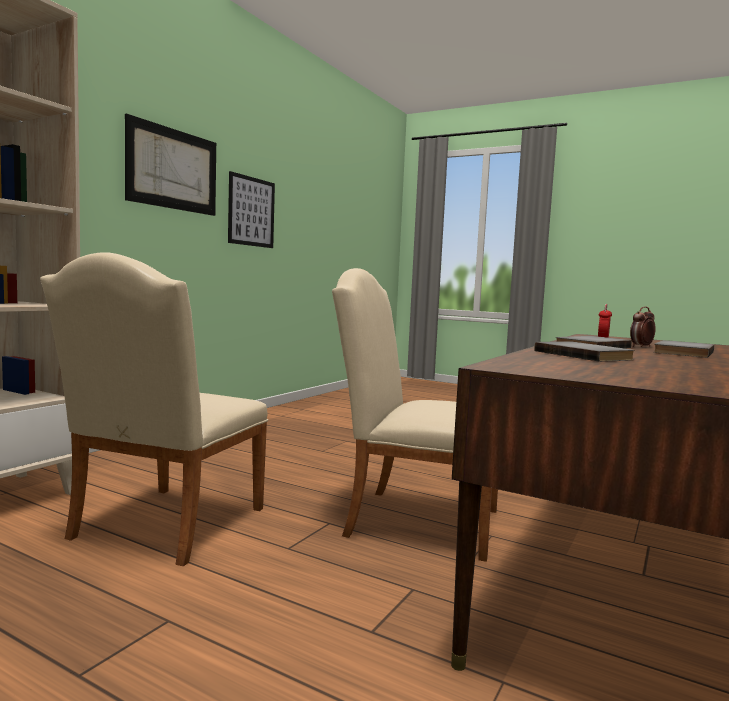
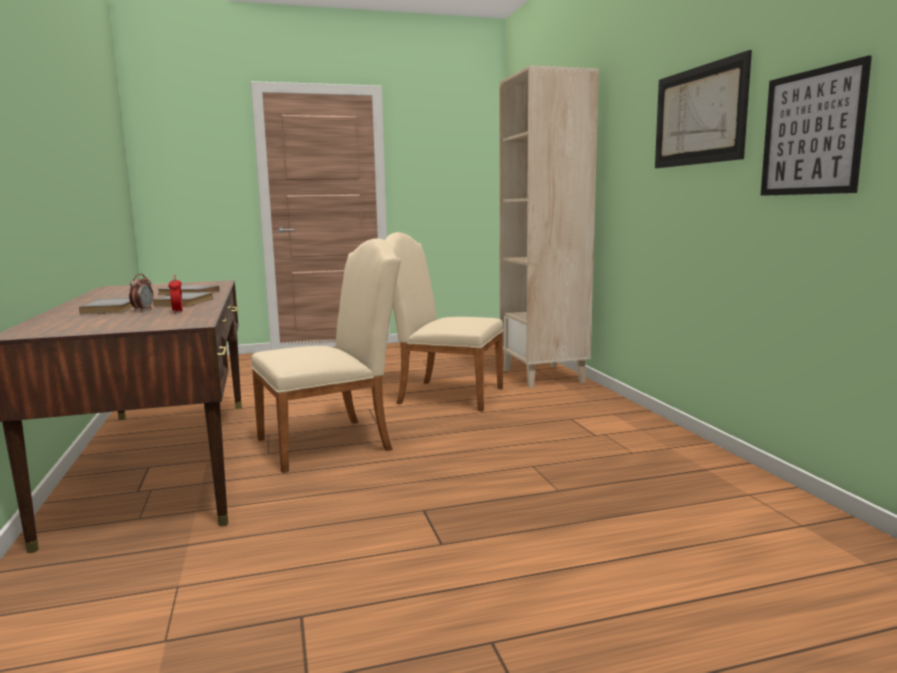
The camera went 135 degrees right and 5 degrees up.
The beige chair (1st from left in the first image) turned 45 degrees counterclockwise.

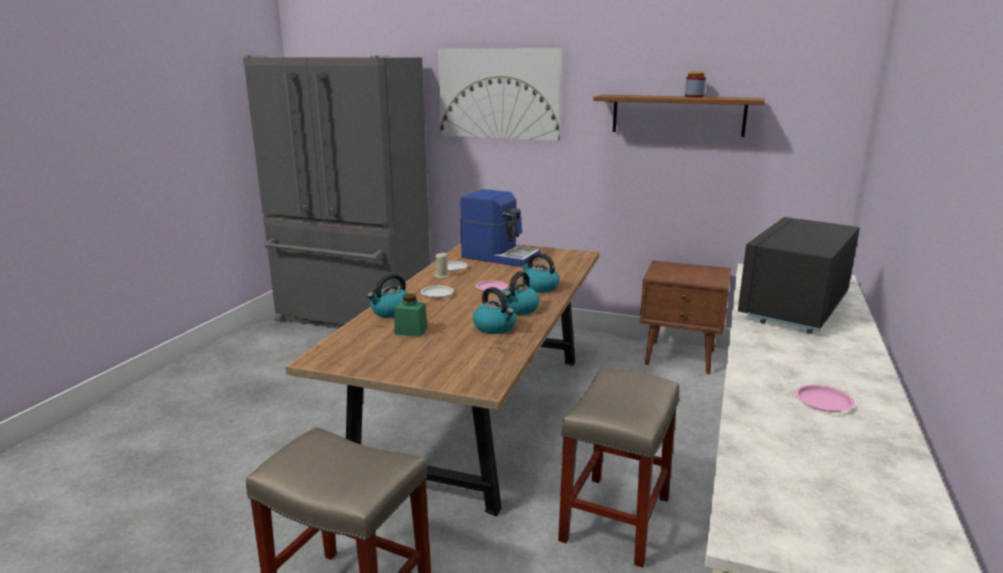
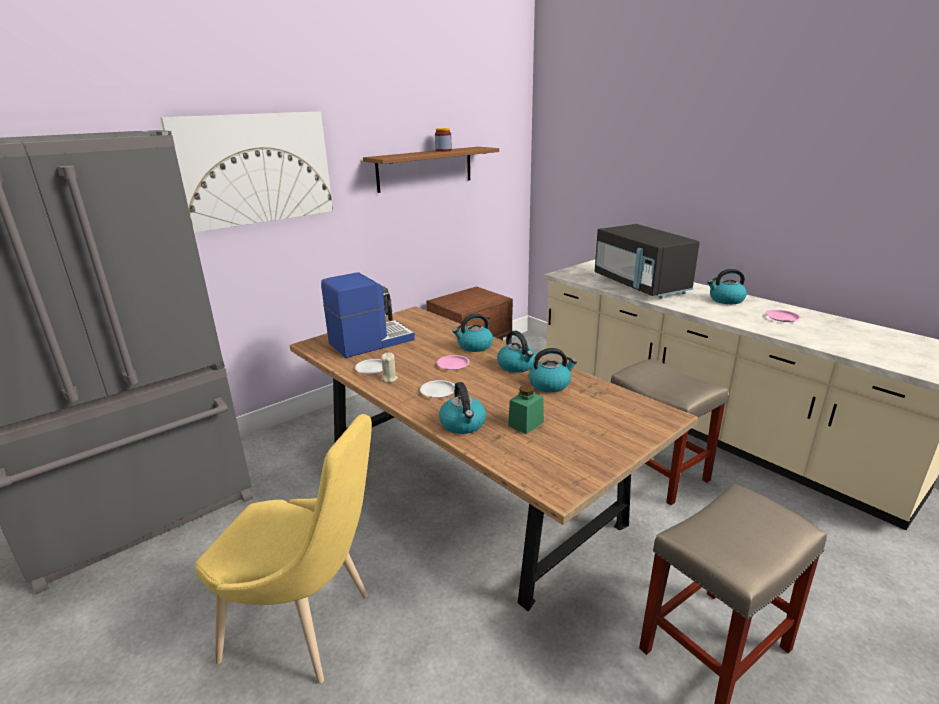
The camera went 60 degrees left and 5 degrees up.
The yellow chair appeared.
The kettle (5th from left) appeared.

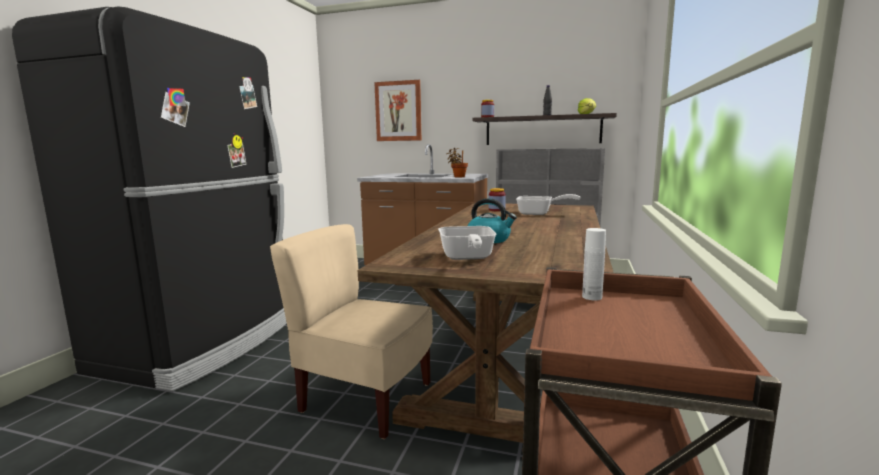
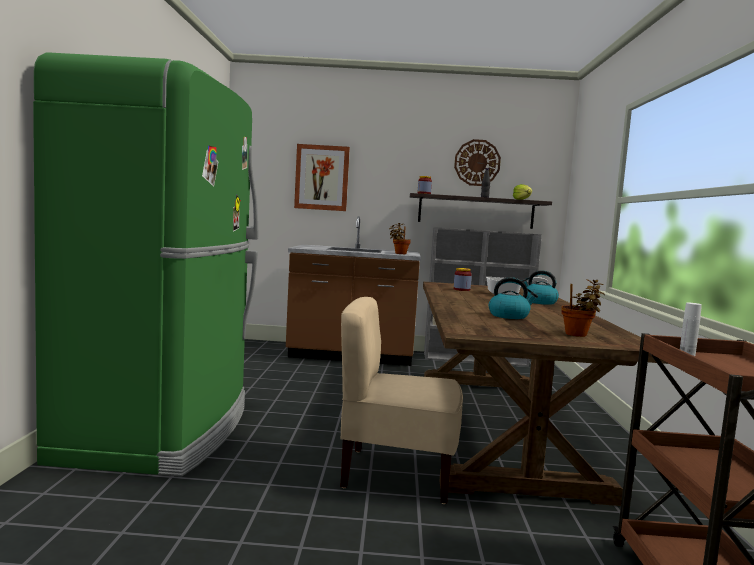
The camera went 15 degrees left and 5 degrees down.
The black fridge became the green fridge.
The frying pan (1st from left) disappeared.
The wall clock appeared.
The kettle (2nd from left) appeared.
The potted plant (2nd from left) appeared.

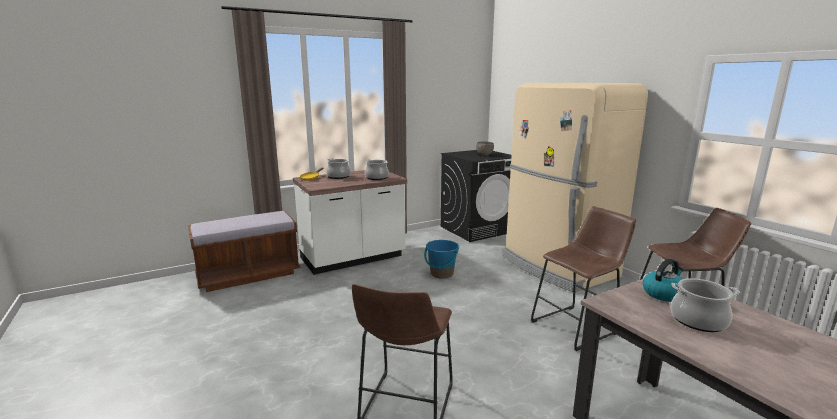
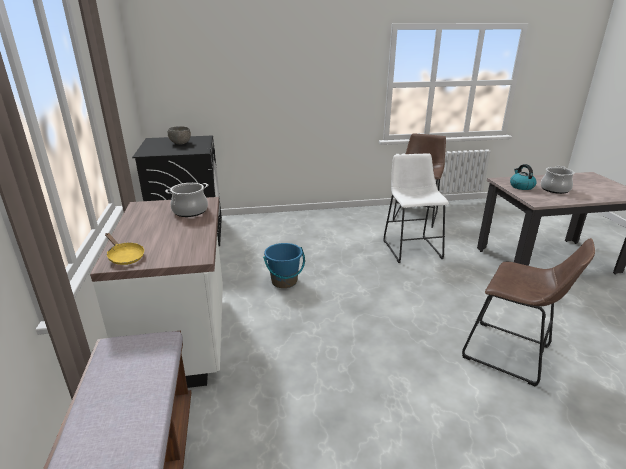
The camera went 70 degrees left and 10 degrees up.
The cooking pot (1st from left) disappeared.
The beige fridge disappeared.
The brown stool (2nd from left) became the white stool.

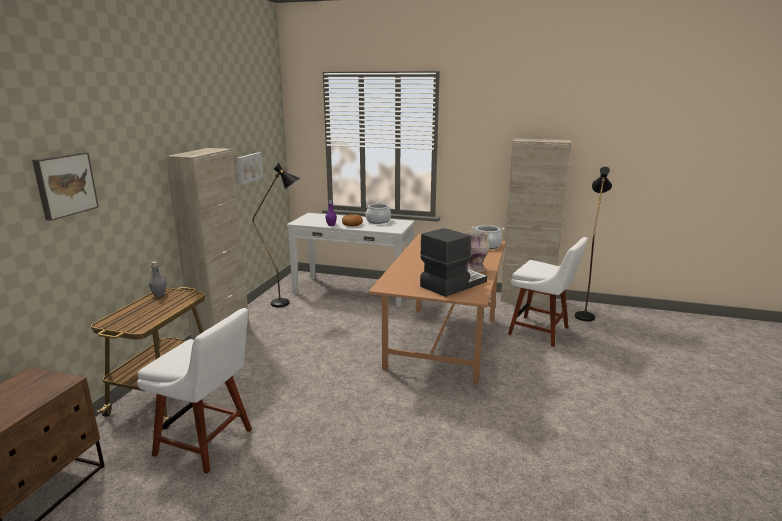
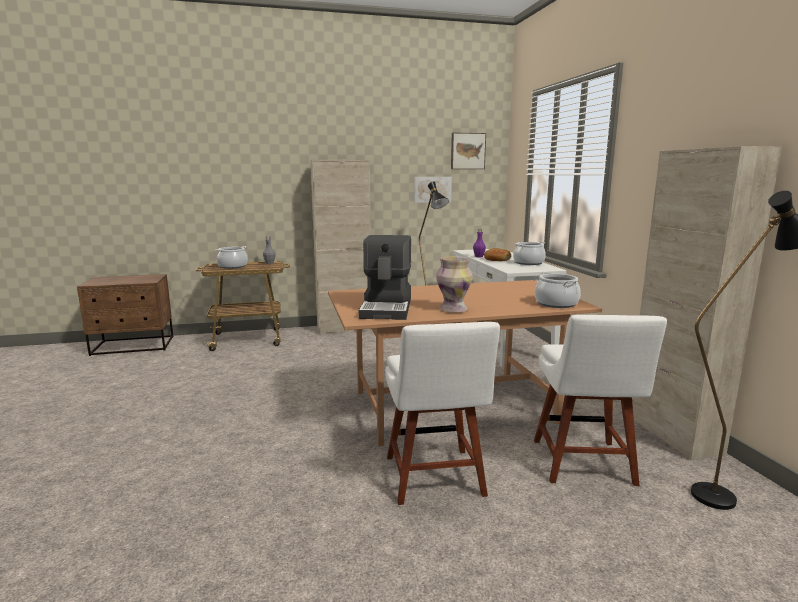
The camera went 60 degrees right and 5 degrees down.
The picture (1st from left in the first image) moved.
The white chair (1st from left) moved.
The coffee machine turned 75 degrees clockwise.
The cooking pot (1st from left) appeared.

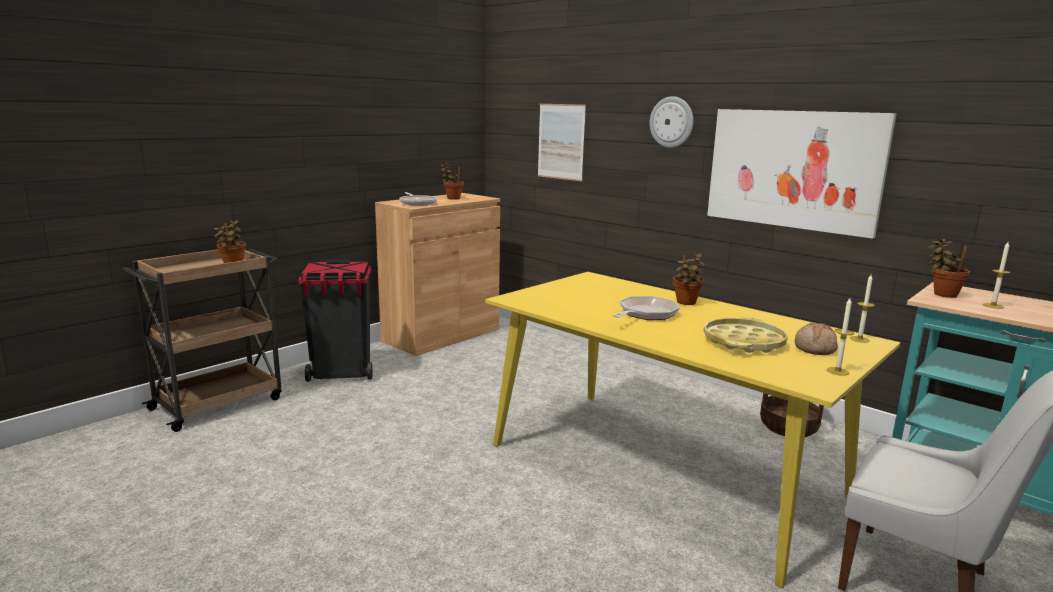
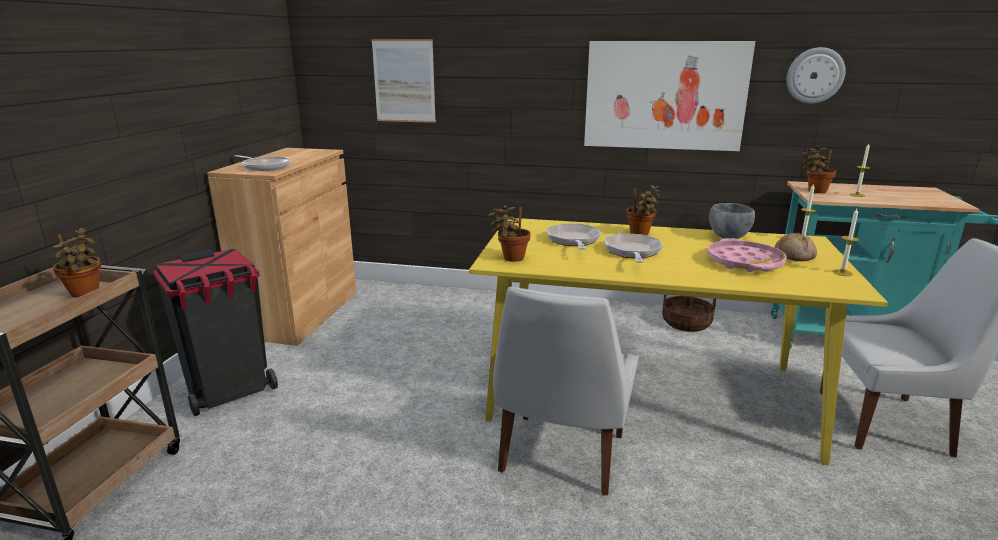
The camera went 30 degrees left and 5 degrees up.
The potted plant (2nd from left) moved.
The wall clock moved.
The yellow tray became the pink tray.
The white chair (1st from left) appeared.
The frying pan (2nd from left) appeared.
The grey bowl appeared.

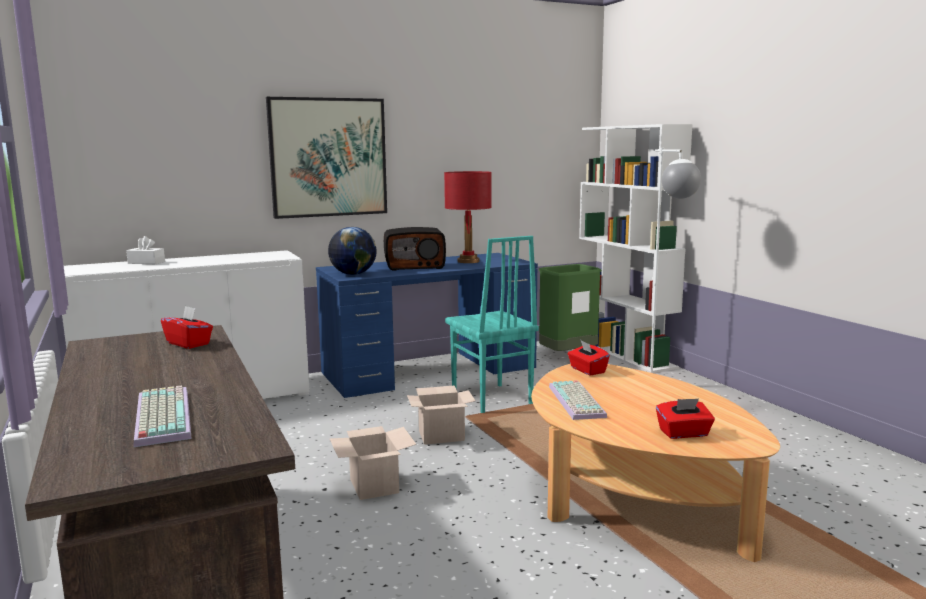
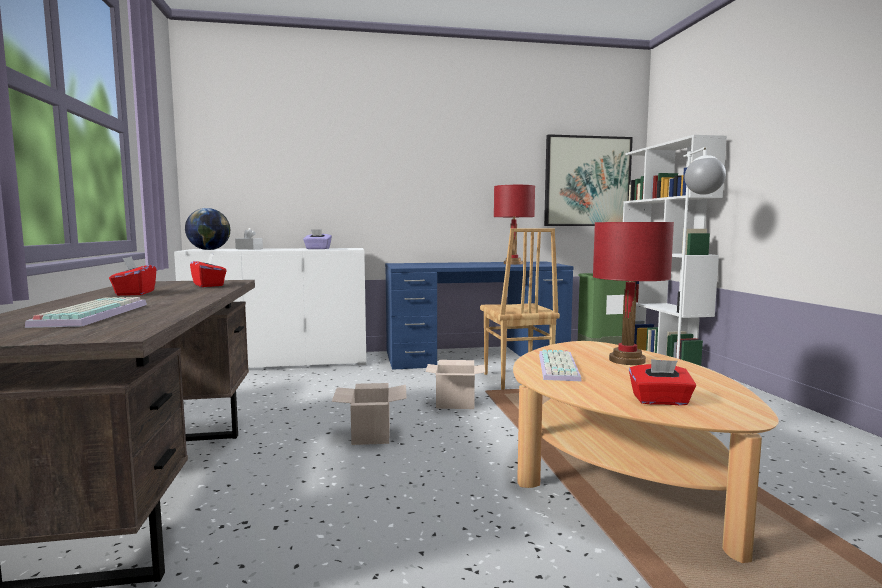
The camera went 15 degrees right and 5 degrees down.
The picture moved.
The globe moved.
The radio disappeared.
The turquoise chair became the brown chair.
The red tissue box (2nd from left in the first image) moved.
The purple tissue box appeared.
The red table lamp (2nd from left) appeared.

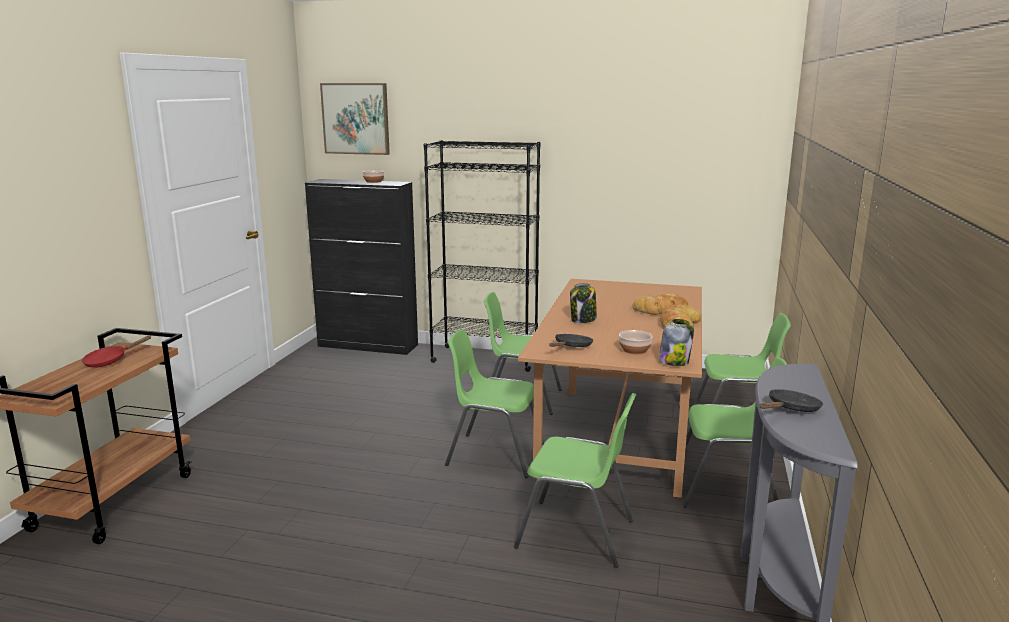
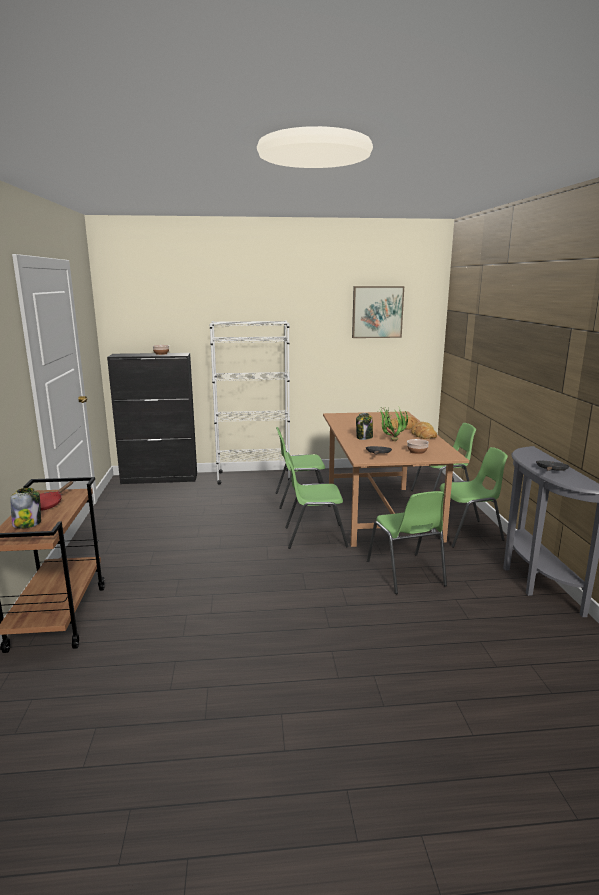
The camera went 20 degrees left and 0 degrees up.
The picture moved.
The black bookcase became the white bookcase.
The green chair (3rd from left) turned 75 degrees clockwise.
The jar (2nd from left in the first image) moved.
The potted plant appeared.

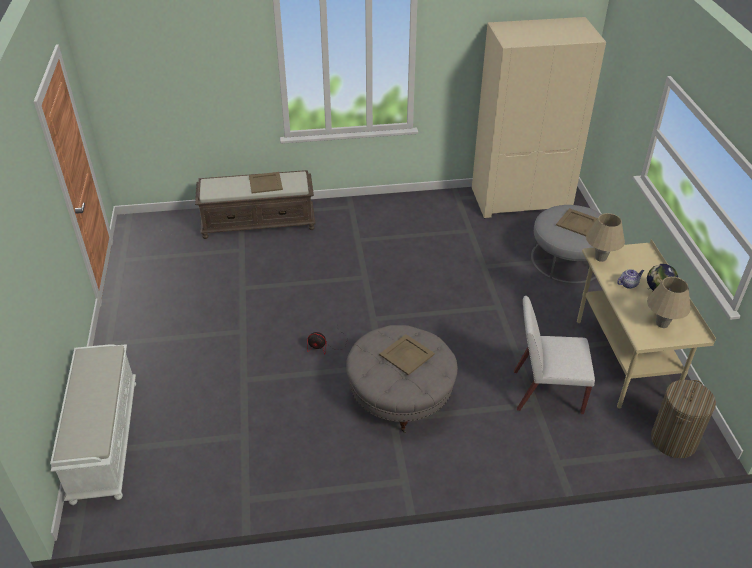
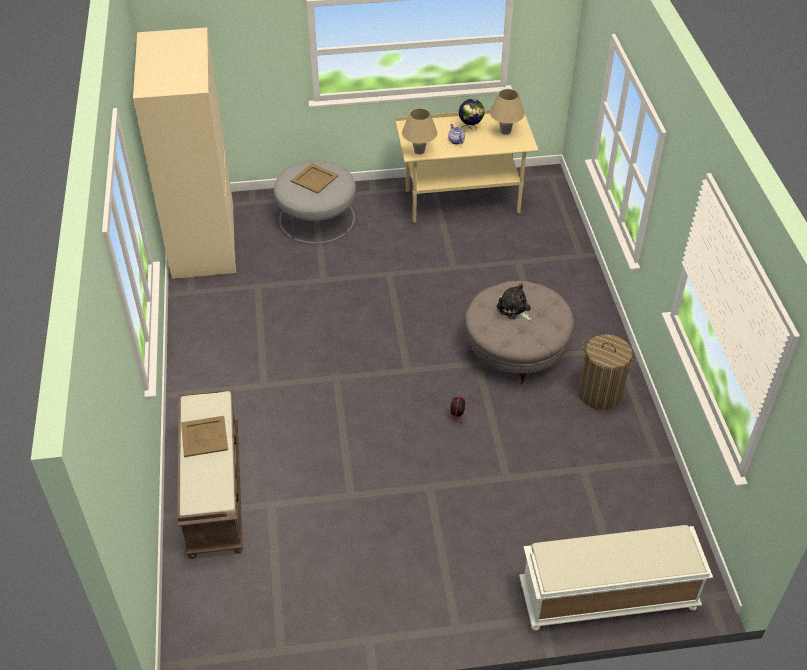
The camera went 90 degrees left and 5 degrees up.
The beige tray (2nd from left) was replaced by the plush toy.
The white chair disappeared.
The laundry basket moved.

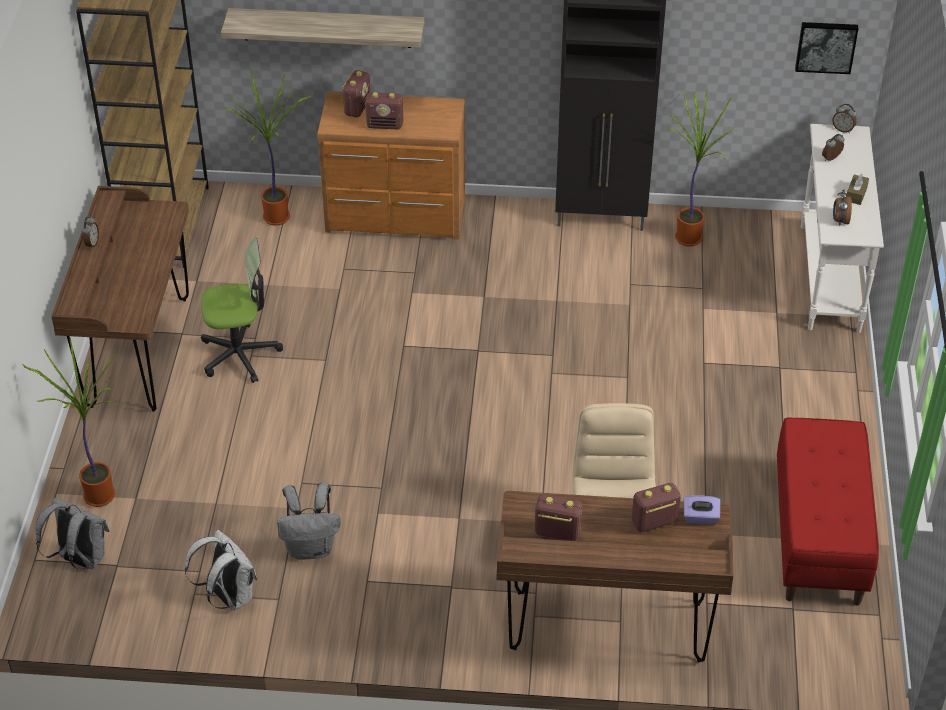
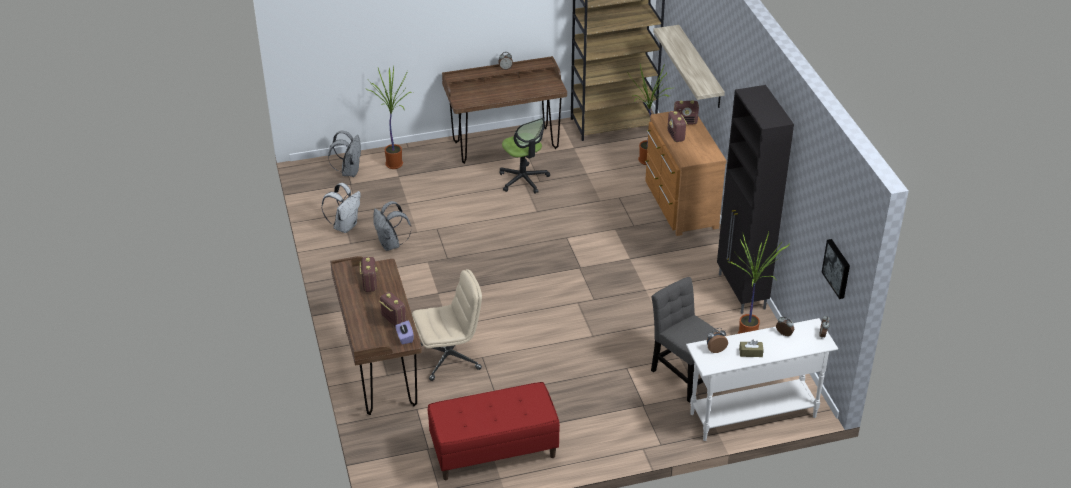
The camera went 70 degrees right and 5 degrees down.
The grey chair appeared.

